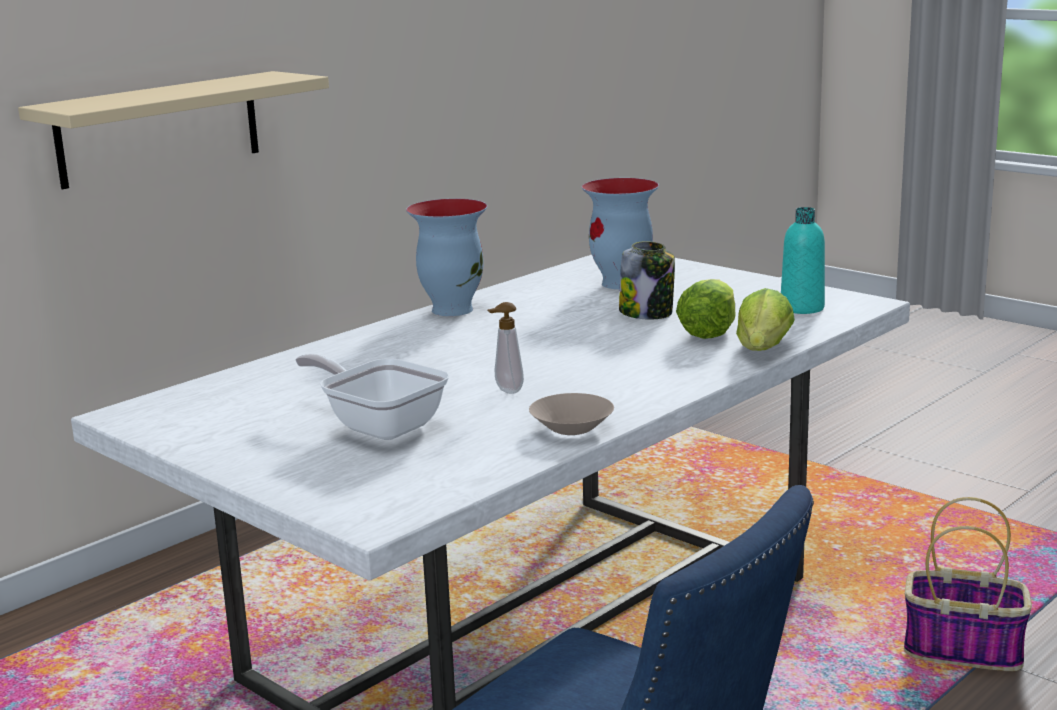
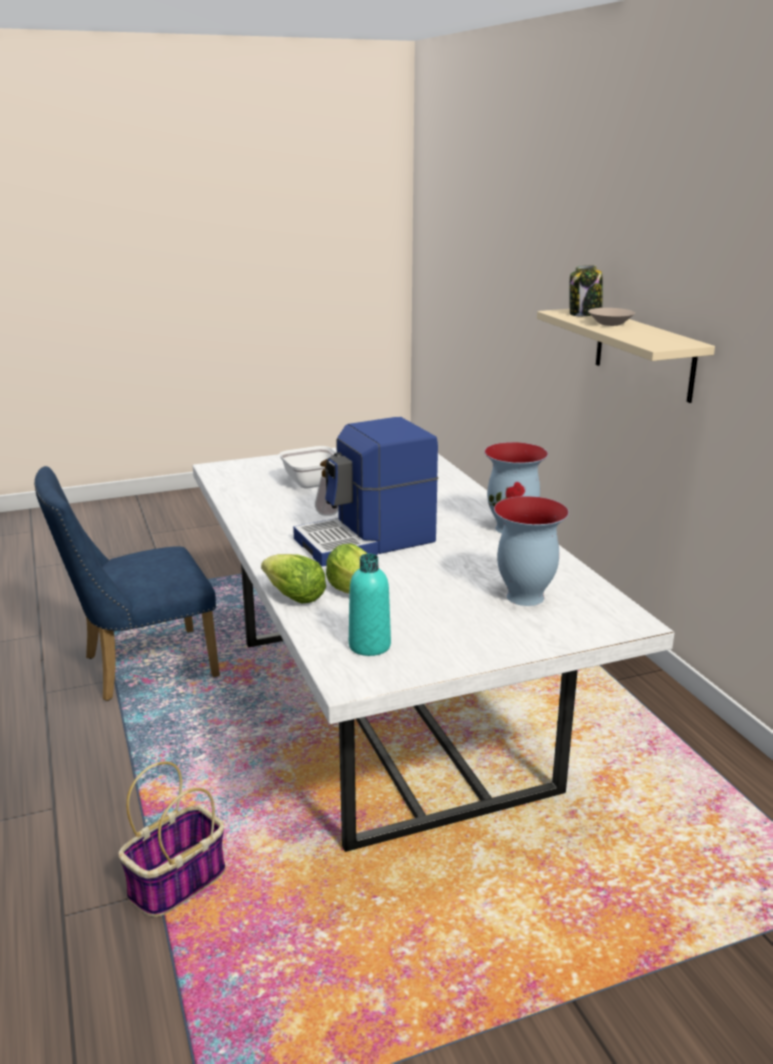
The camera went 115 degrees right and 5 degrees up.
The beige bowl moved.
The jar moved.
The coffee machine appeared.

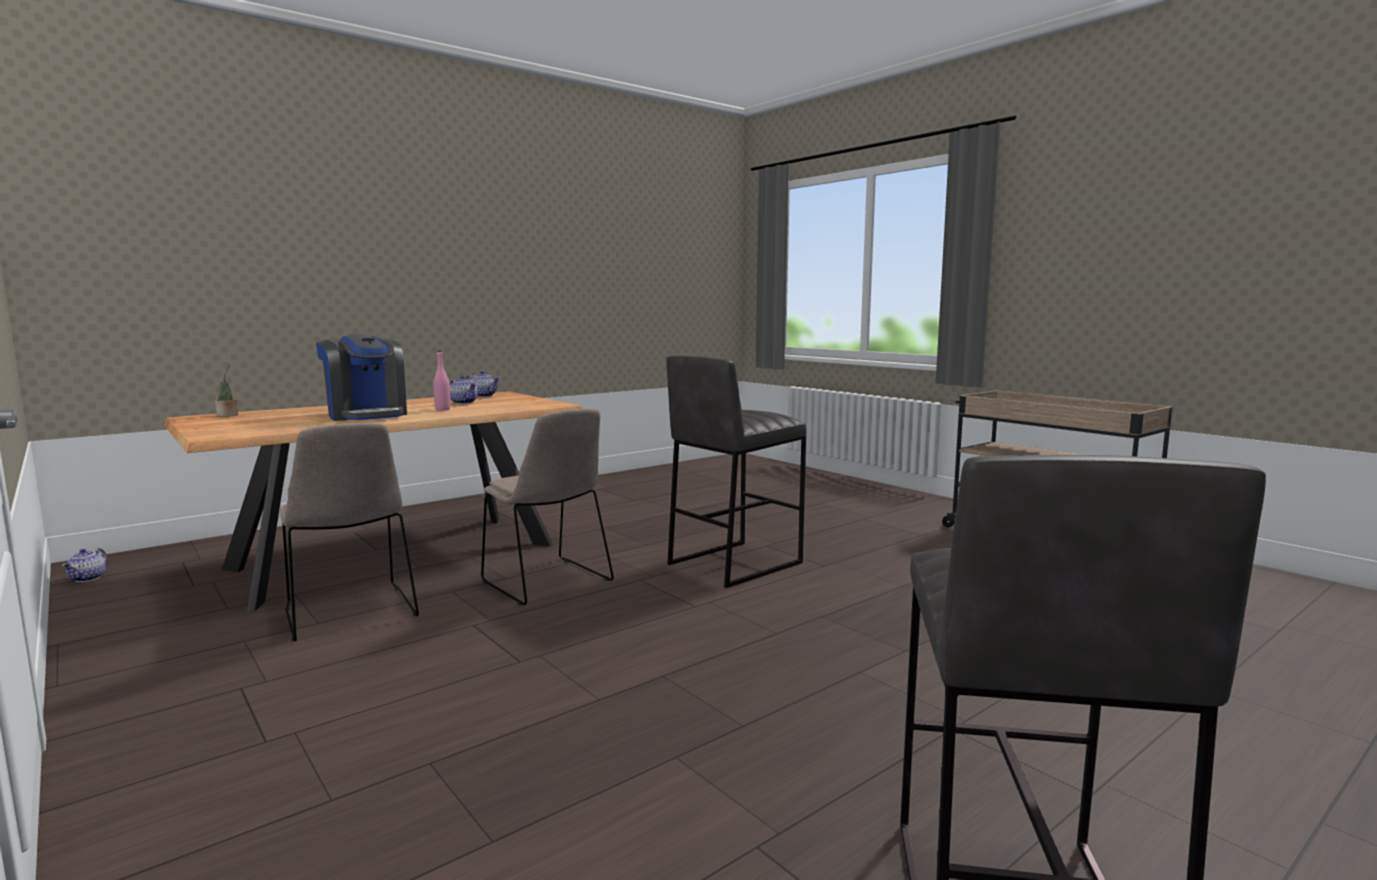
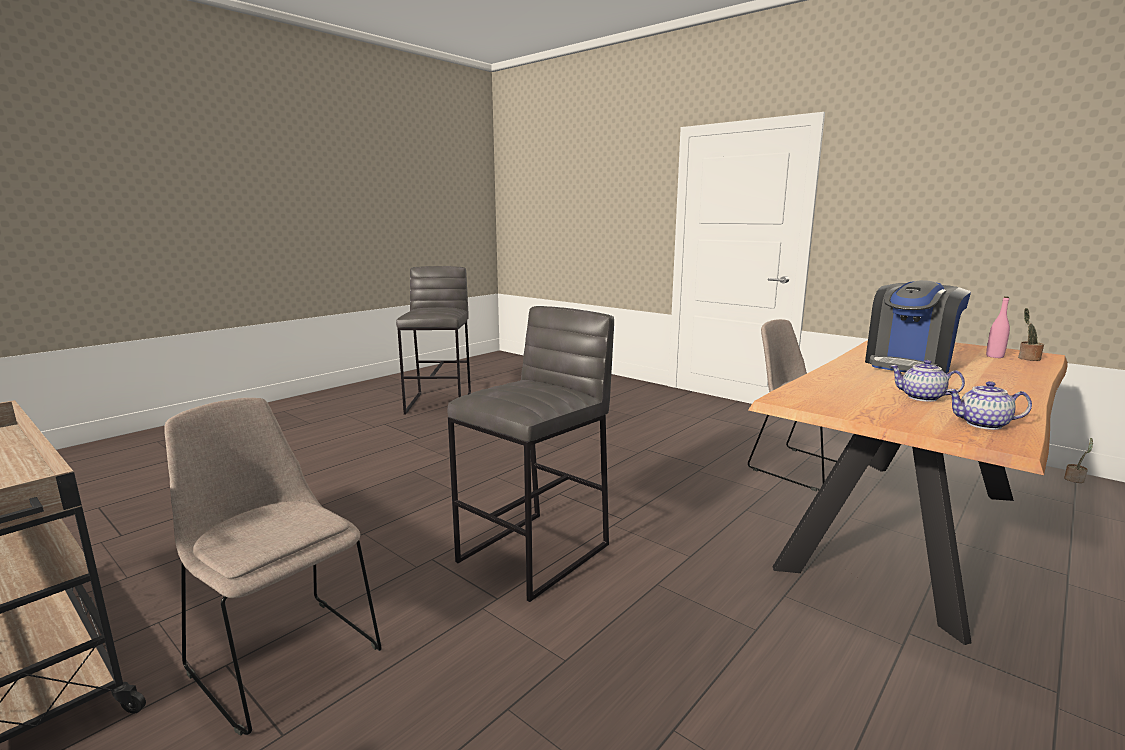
The camera went 170 degrees right and 5 degrees up.
The teapot (1st from left) was replaced by the potted plant (2nd from left).
The coffee machine turned 90 degrees counterclockwise.
The pink bottle moved.
The beige chair (2nd from left in the first image) moved.

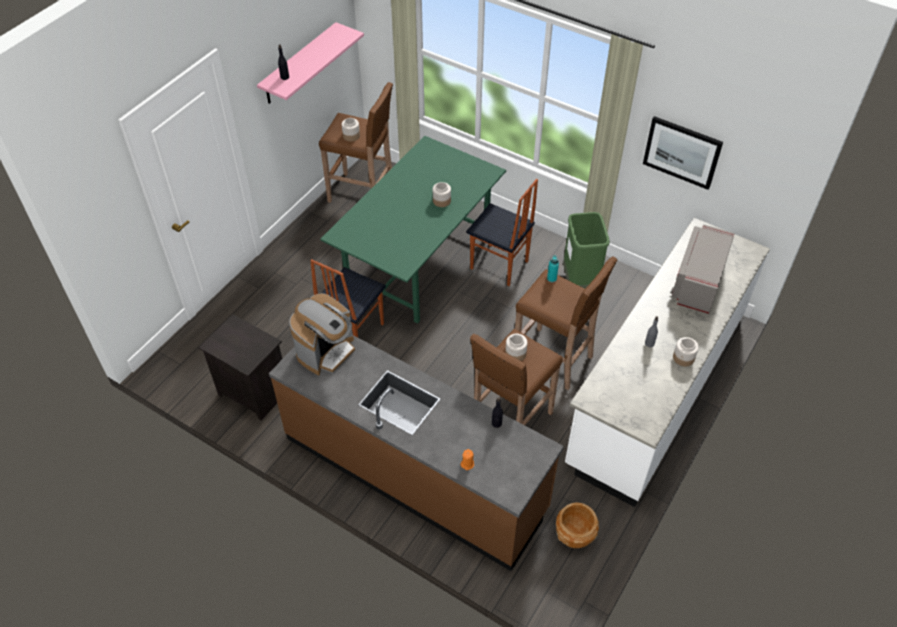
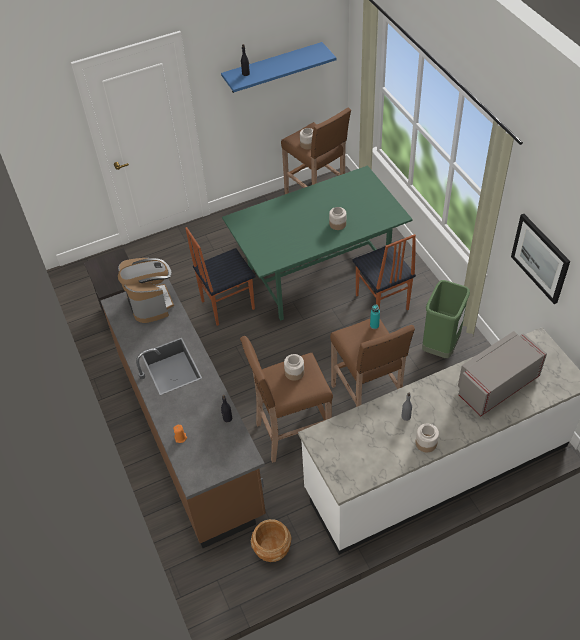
The camera went 35 degrees right and 0 degrees up.
The pink shelf became the blue shelf.
The coffee machine turned 90 degrees counterclockwise.

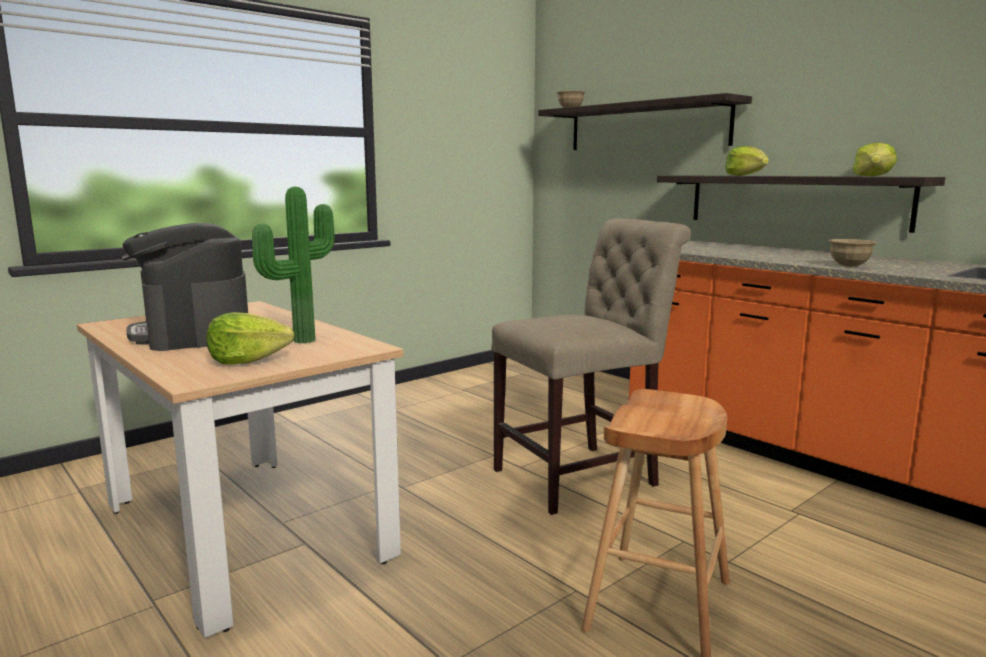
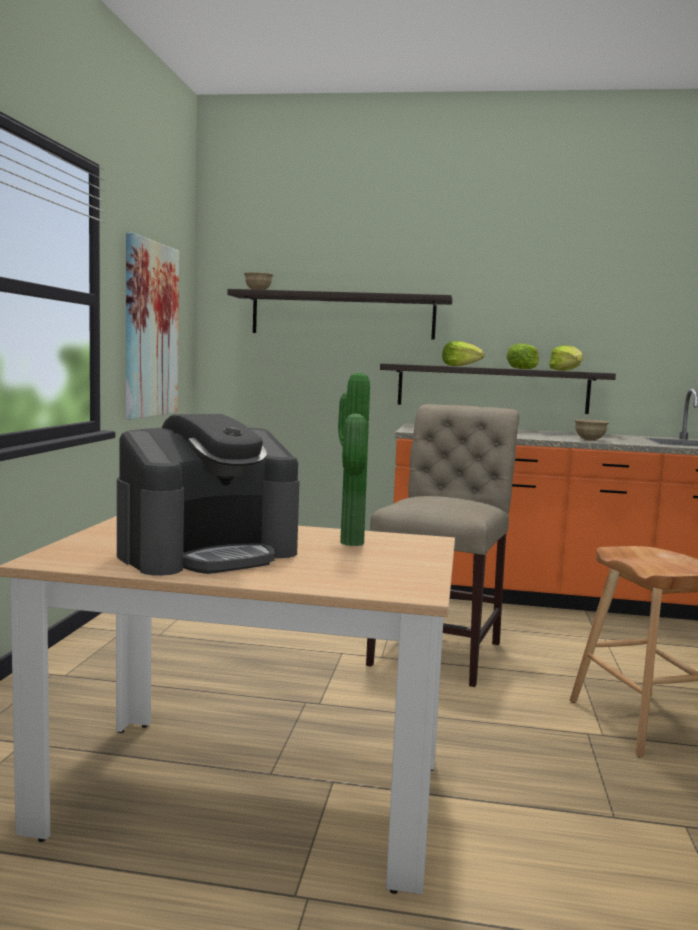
The camera went 40 degrees left and 5 degrees down.
The coffee machine turned 60 degrees counterclockwise.
The lettuce (1st from left in the first image) moved.
The picture appeared.

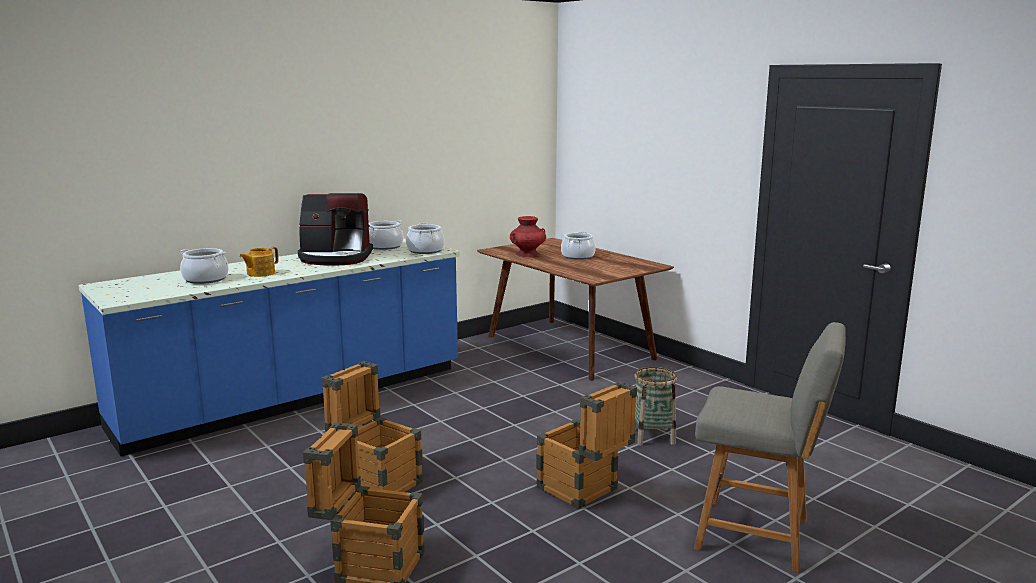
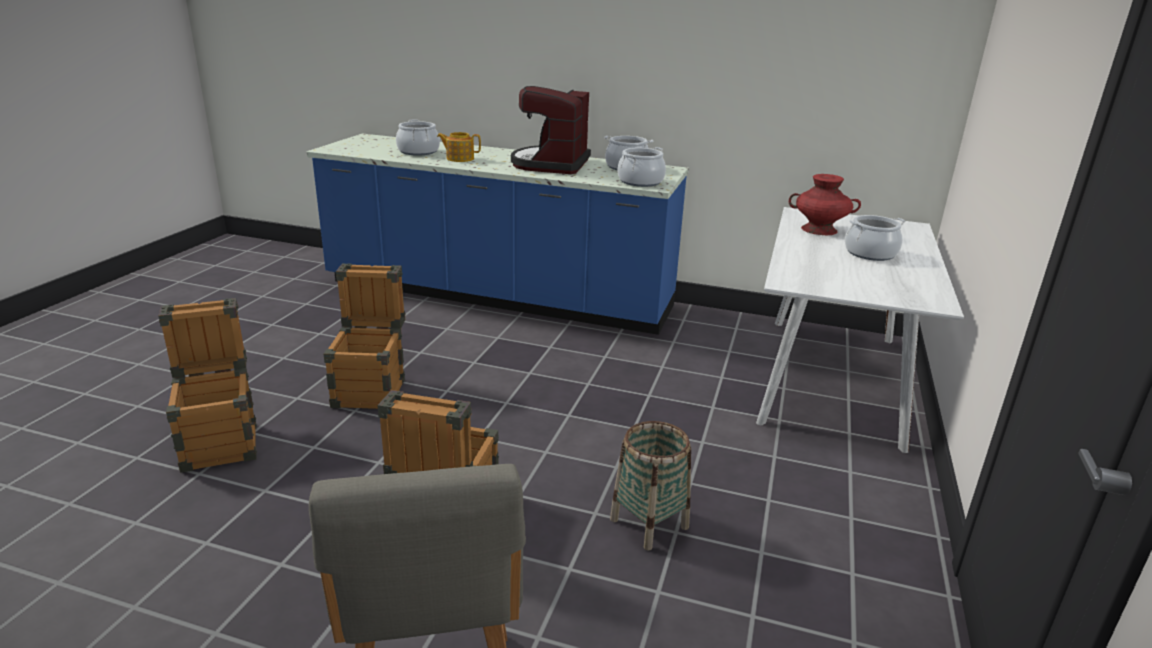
The camera went 55 degrees right and 10 degrees up.
The coffee machine turned 45 degrees clockwise.
The brown dining table became the white dining table.

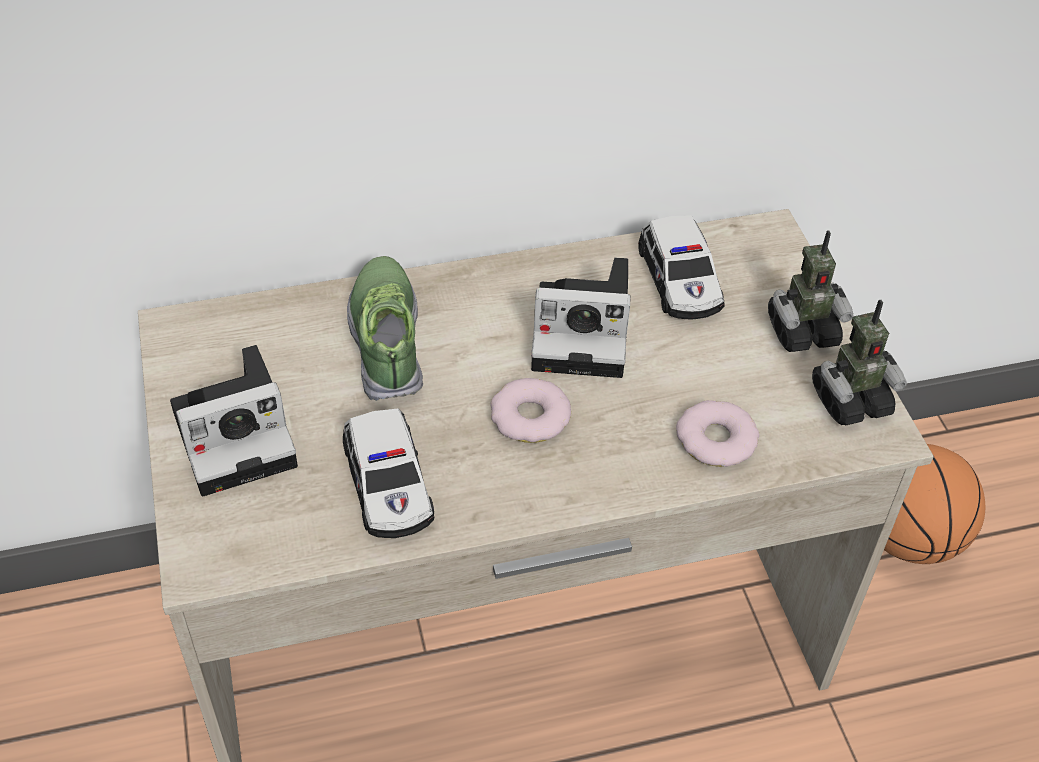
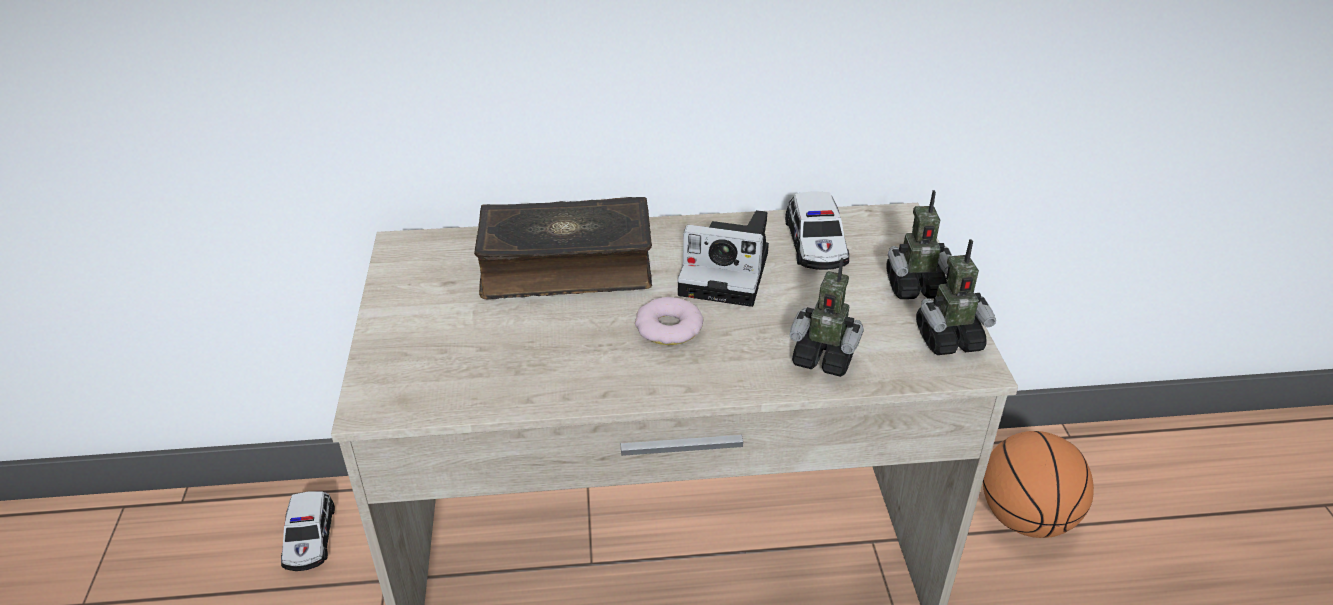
The camera went 10 degrees right and 10 degrees down.
The photo camera (1st from left) disappeared.
The toy car (1st from left) moved.
The shoe was replaced by the book.
The donut (2nd from left) was replaced by the toy robot (1st from left).

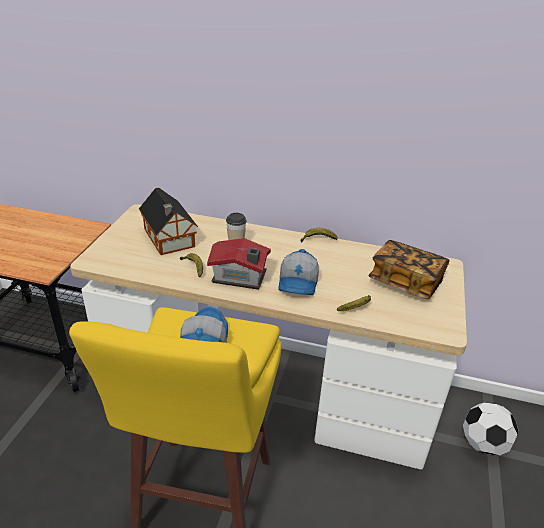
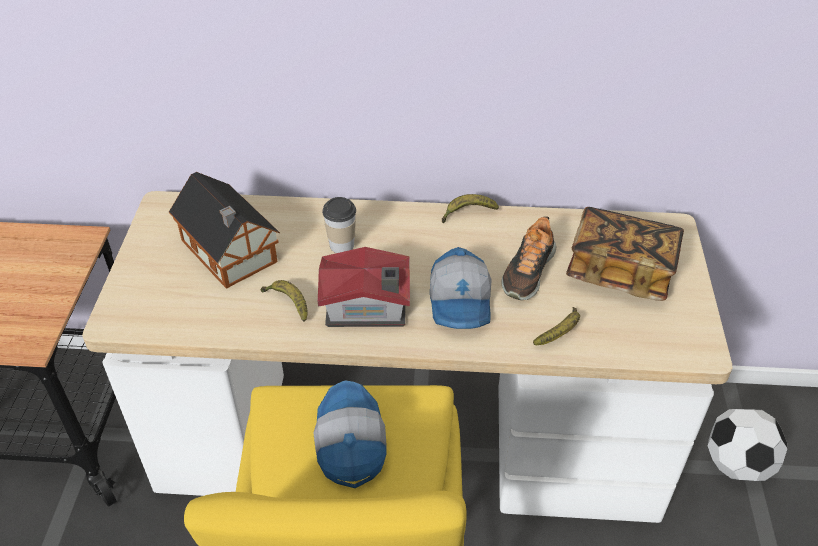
The camera went 10 degrees left and 10 degrees up.
The shoe appeared.

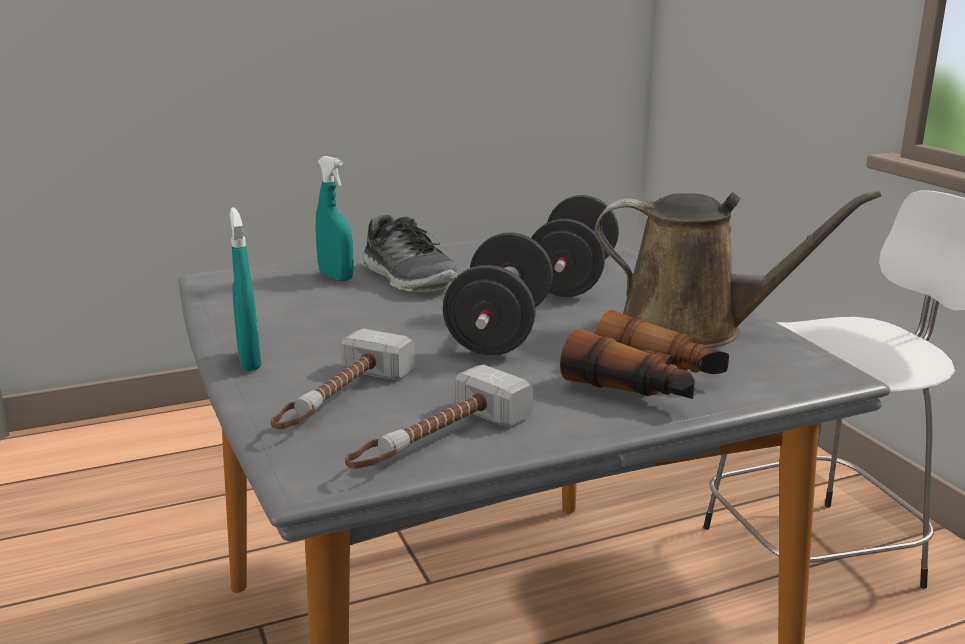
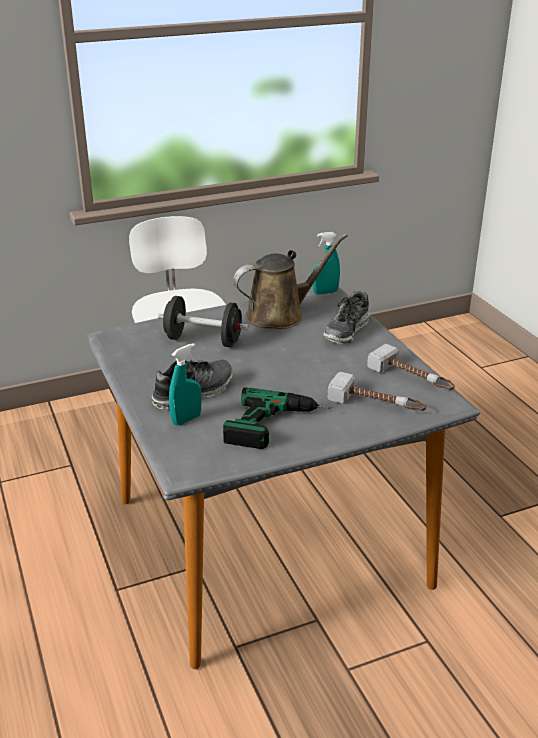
The camera went 90 degrees left and 10 degrees up.
The turquoise spray bottle (1st from left in the first image) moved.
The black dumbbell (1st from left) disappeared.
The binoculars was replaced by the shoe (2nd from left).
The brown watering can turned 45 degrees clockwise.
The power drill appeared.

